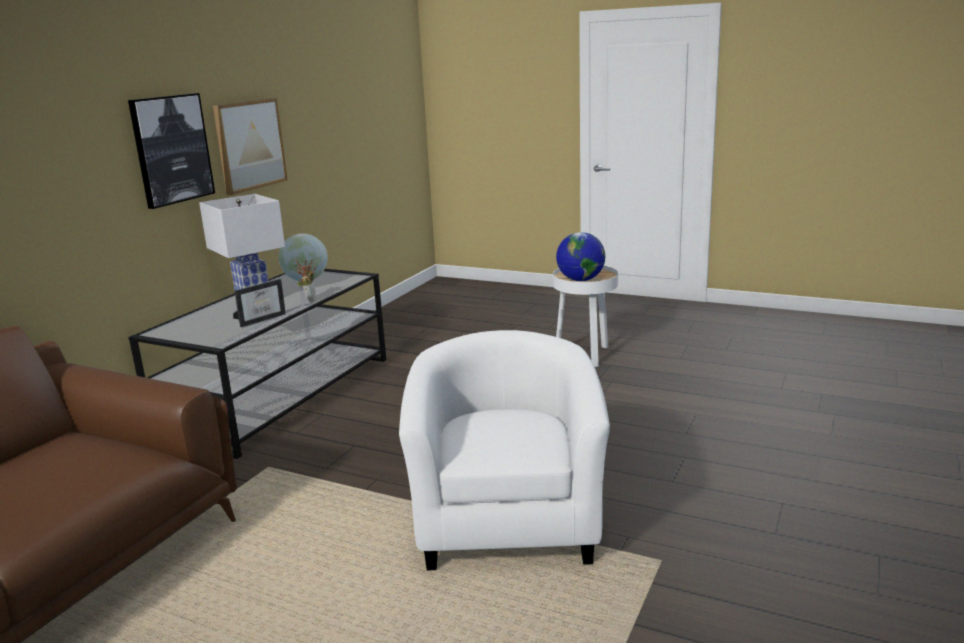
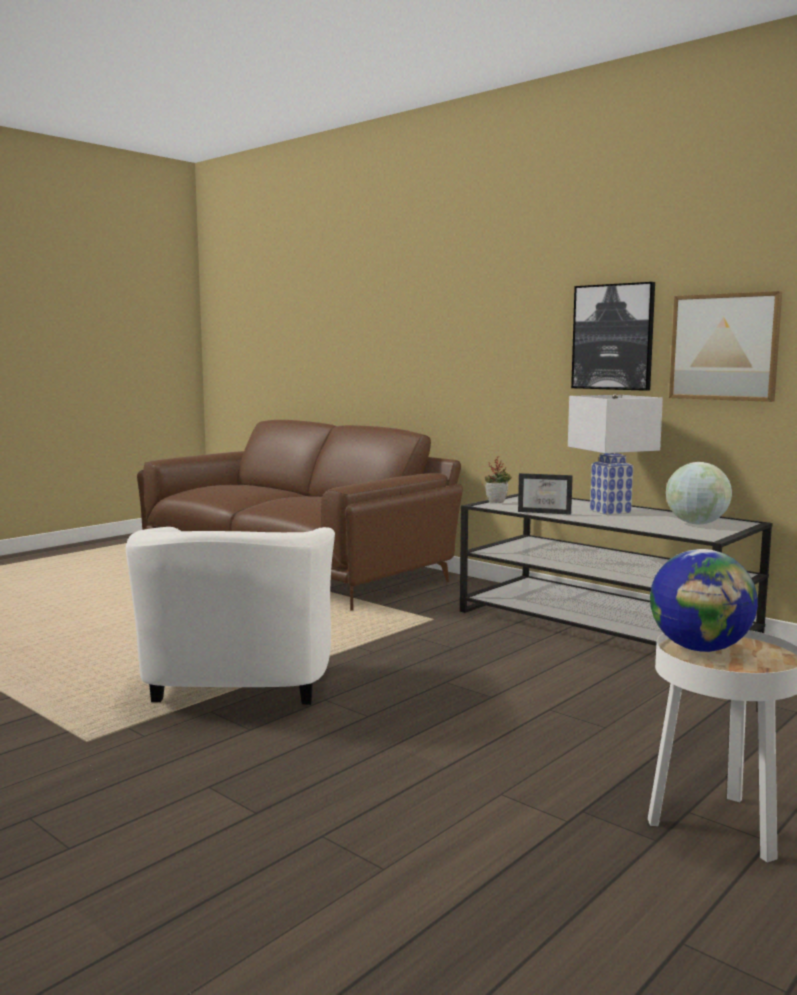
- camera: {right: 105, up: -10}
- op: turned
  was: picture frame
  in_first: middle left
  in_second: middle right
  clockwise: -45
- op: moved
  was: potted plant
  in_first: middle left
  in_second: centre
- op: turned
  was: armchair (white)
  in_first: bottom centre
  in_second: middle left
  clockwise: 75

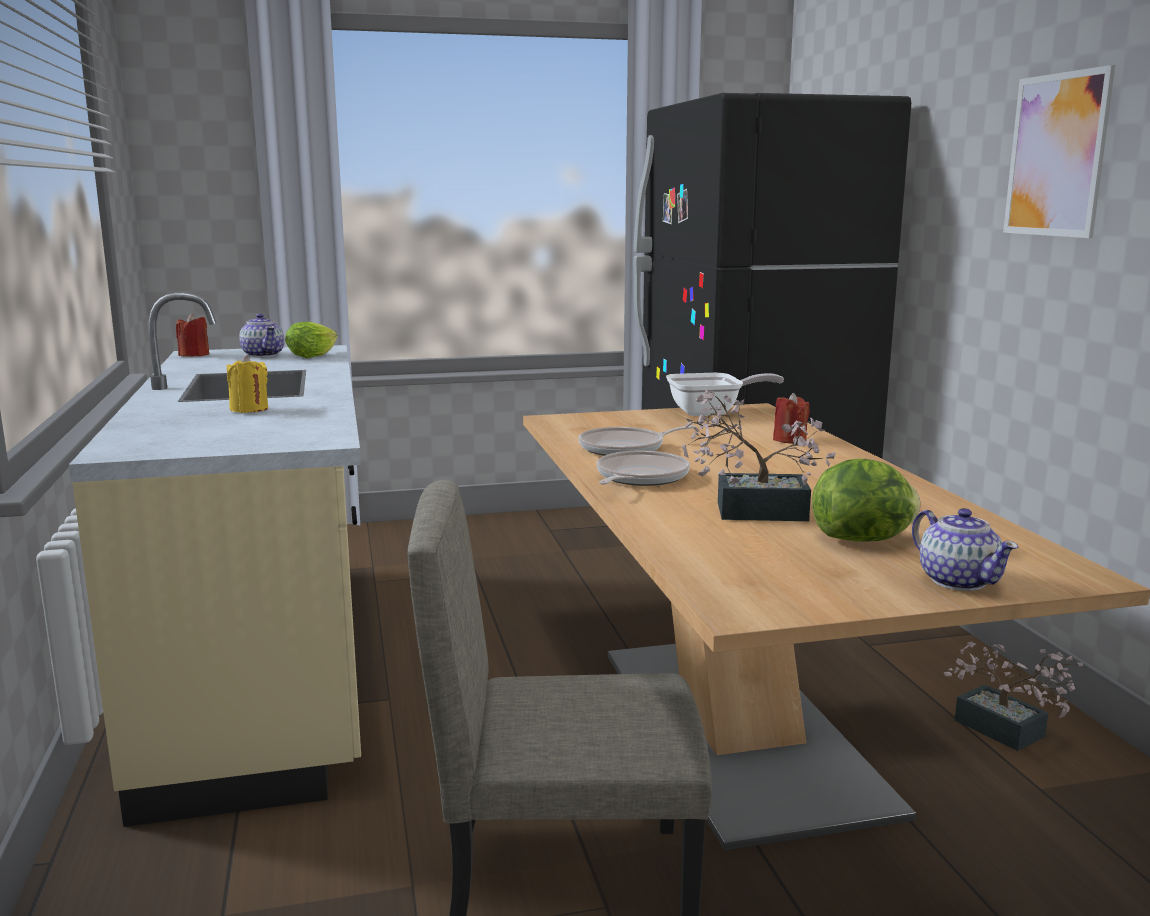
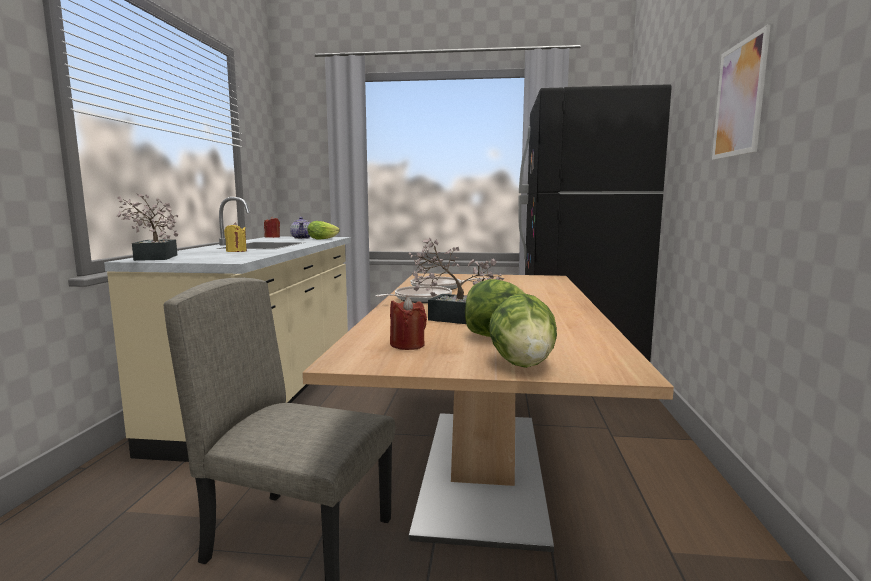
- camera: {right: 20, up: -5}
- op: removed
  was: frying pan (3rd from left)
  in_first: centre
- op: moved
  was: candle (red) (2nd from left)
  in_first: middle right
  in_second: centre
- op: replaced
  was: teapot (2nd from left)
  now: lettuce (3rd from left)
  in_first: middle right
  in_second: centre
- op: moved
  was: potted plant (2nd from left in the first image)
  now: potted plant (1st from left)
  in_first: bottom right
  in_second: middle left

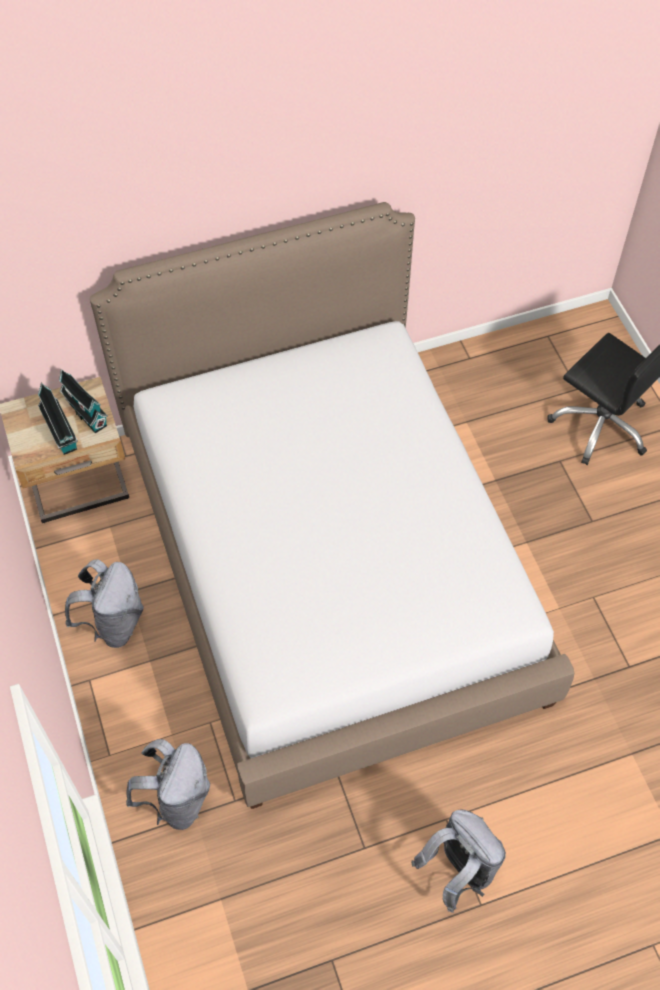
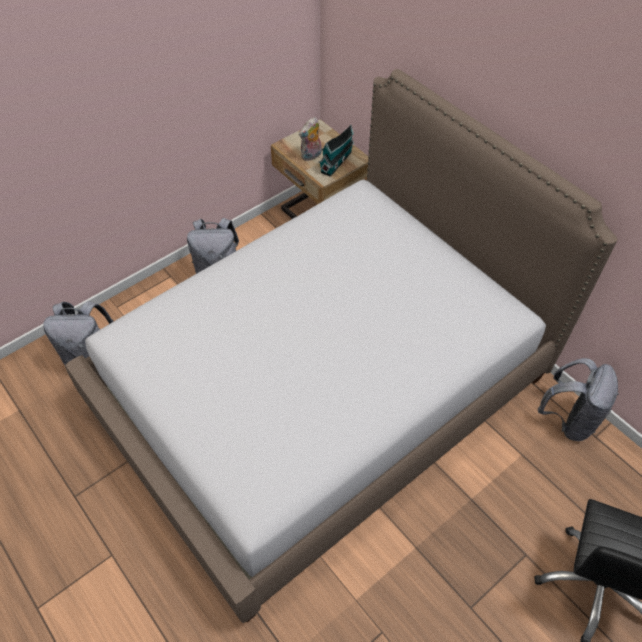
- camera: {right: 70, up: -5}
- op: replaced
  was: toy house (1st from left)
  now: plush toy
  in_first: middle left
  in_second: top centre
- op: moved
  was: backpack (grey) (3rd from left)
  in_first: bottom right
  in_second: middle right

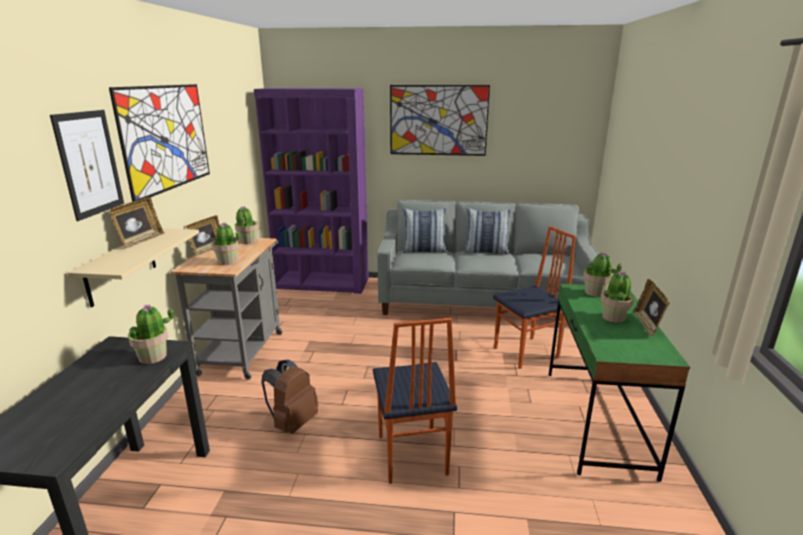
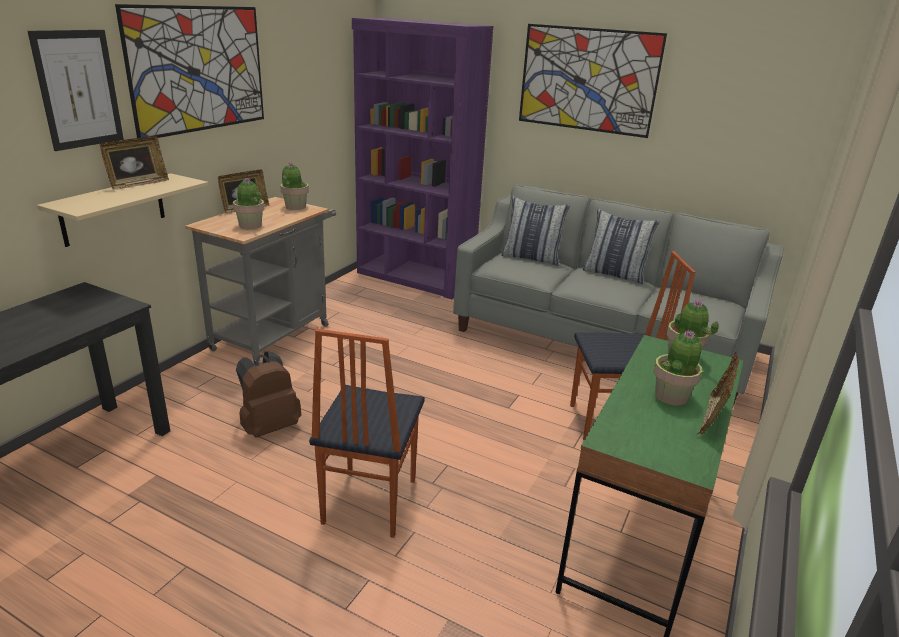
- camera: {right: 20, up: 5}
- op: removed
  was: potted plant (1st from left)
  in_first: middle left

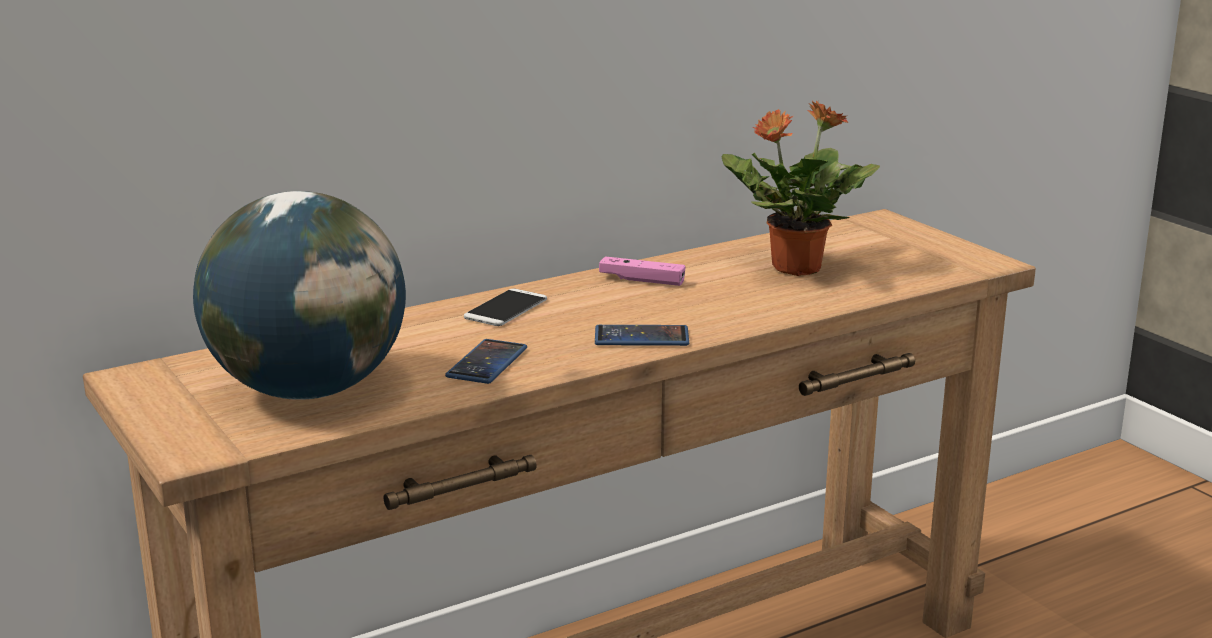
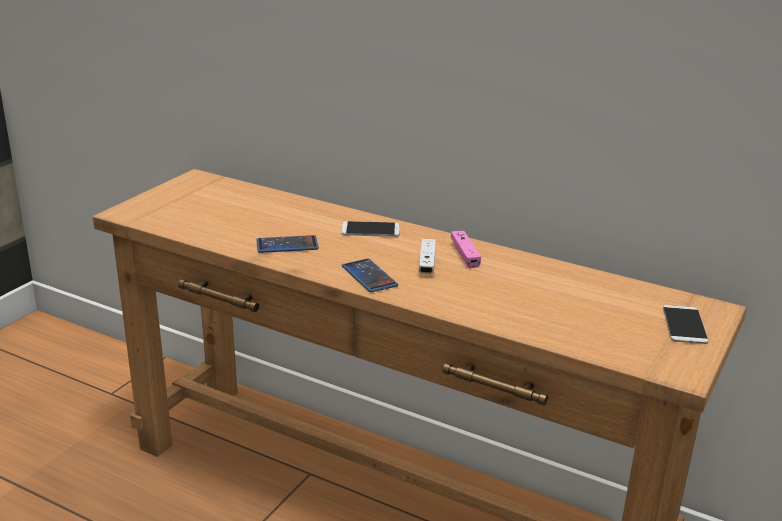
- camera: {right: 60, up: 5}
- op: removed
  was: globe
  in_first: middle left
- op: removed
  was: potted plant
  in_first: top centre
- op: added
  now: game controller (white)
  in_second: centre
- op: added
  now: phone (4th from left)
  in_second: middle right

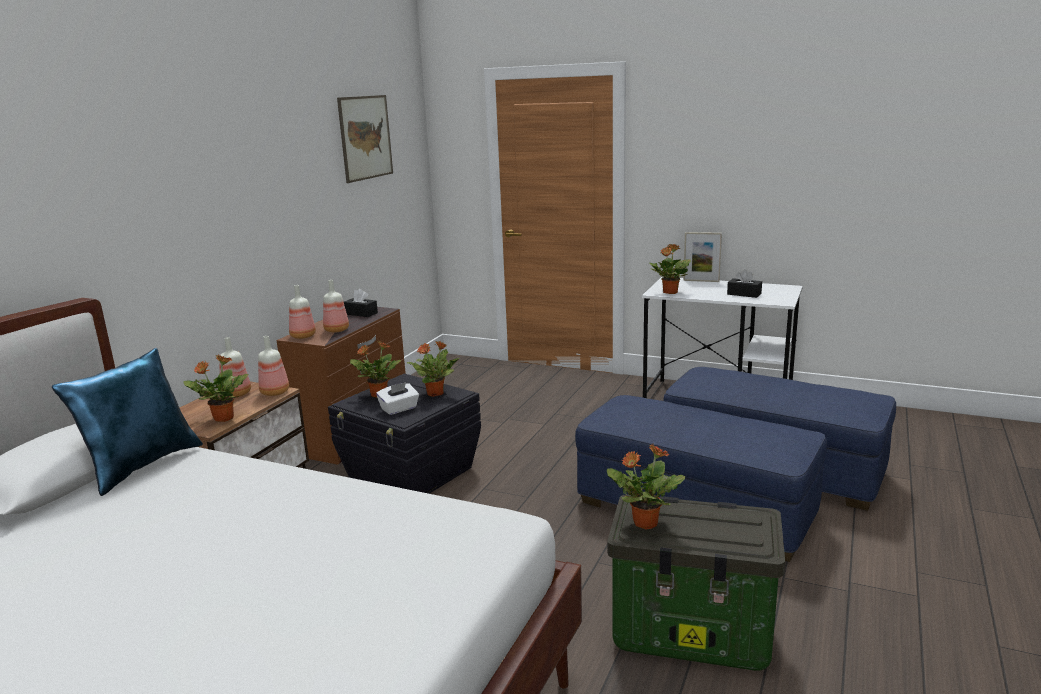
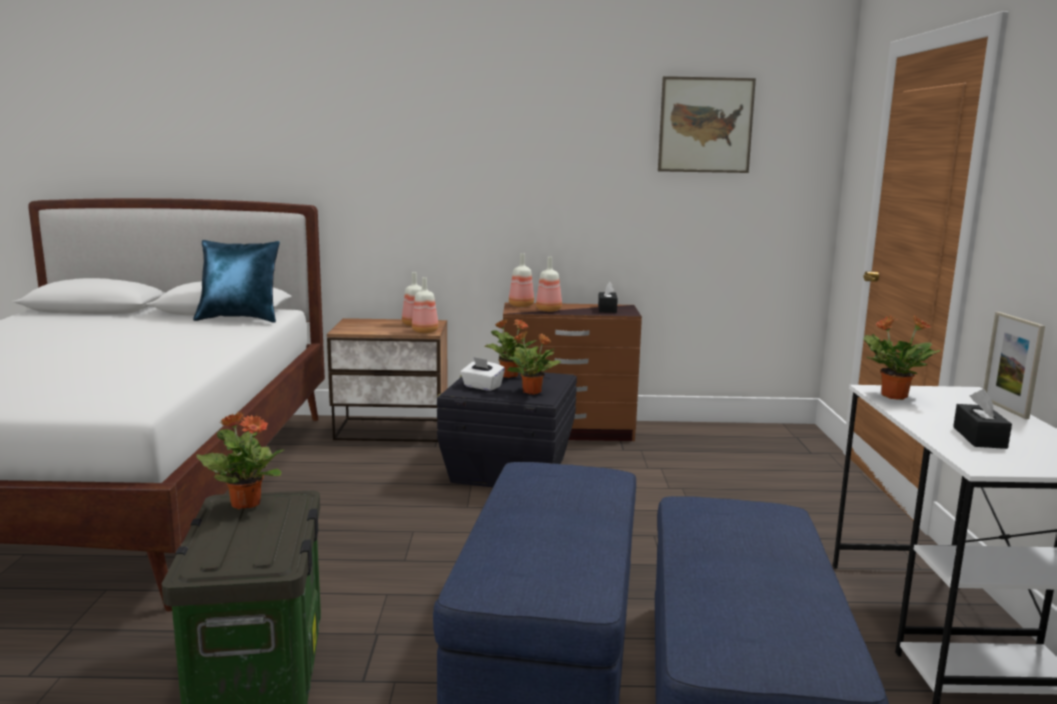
- camera: {right: 65, up: -5}
- op: removed
  was: potted plant (1st from left)
  in_first: middle left

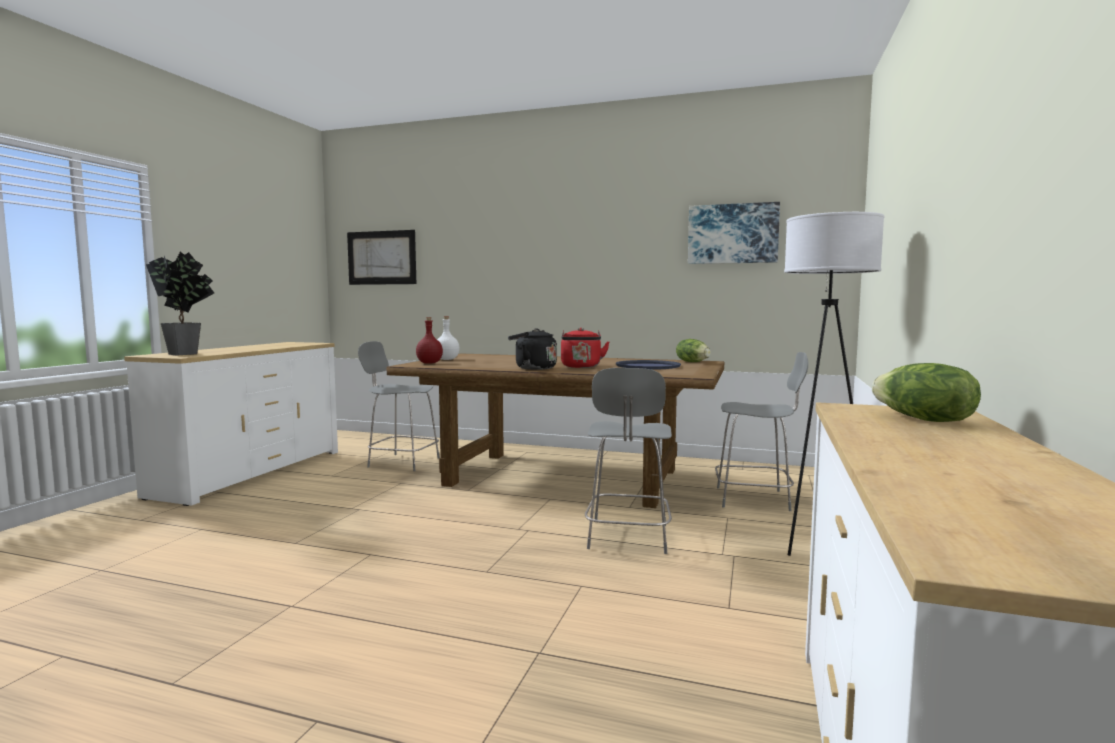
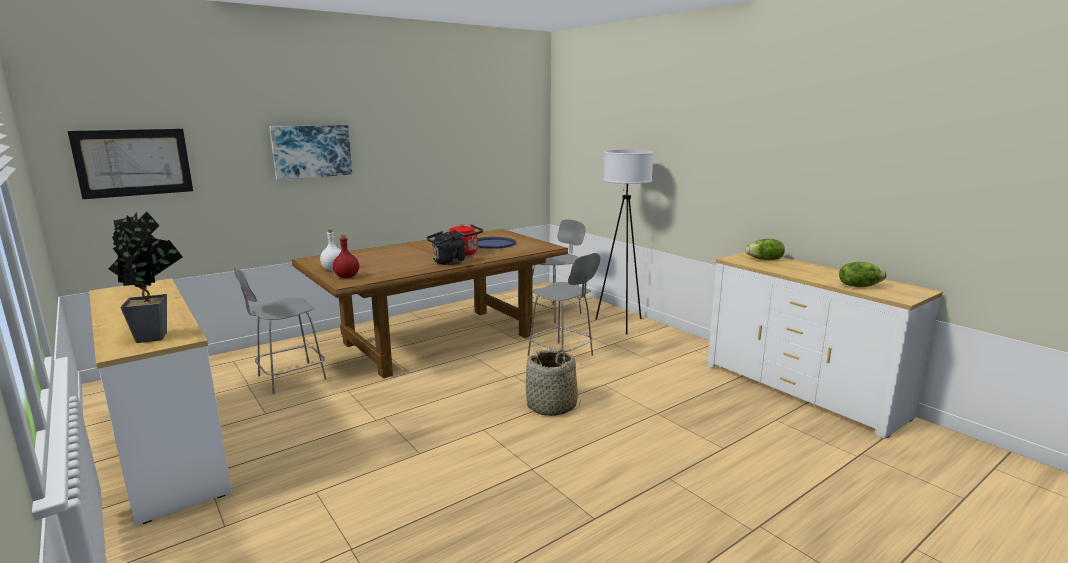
- camera: {right: -55, up: 10}
- op: moved
  was: lettuce (1st from left in the first image)
  now: lettuce (2nd from left)
  in_first: centre
  in_second: middle right
- op: moved
  was: picture (2nd from left)
  in_first: top centre
  in_second: top left
- op: added
  now: basket
  in_second: bottom centre

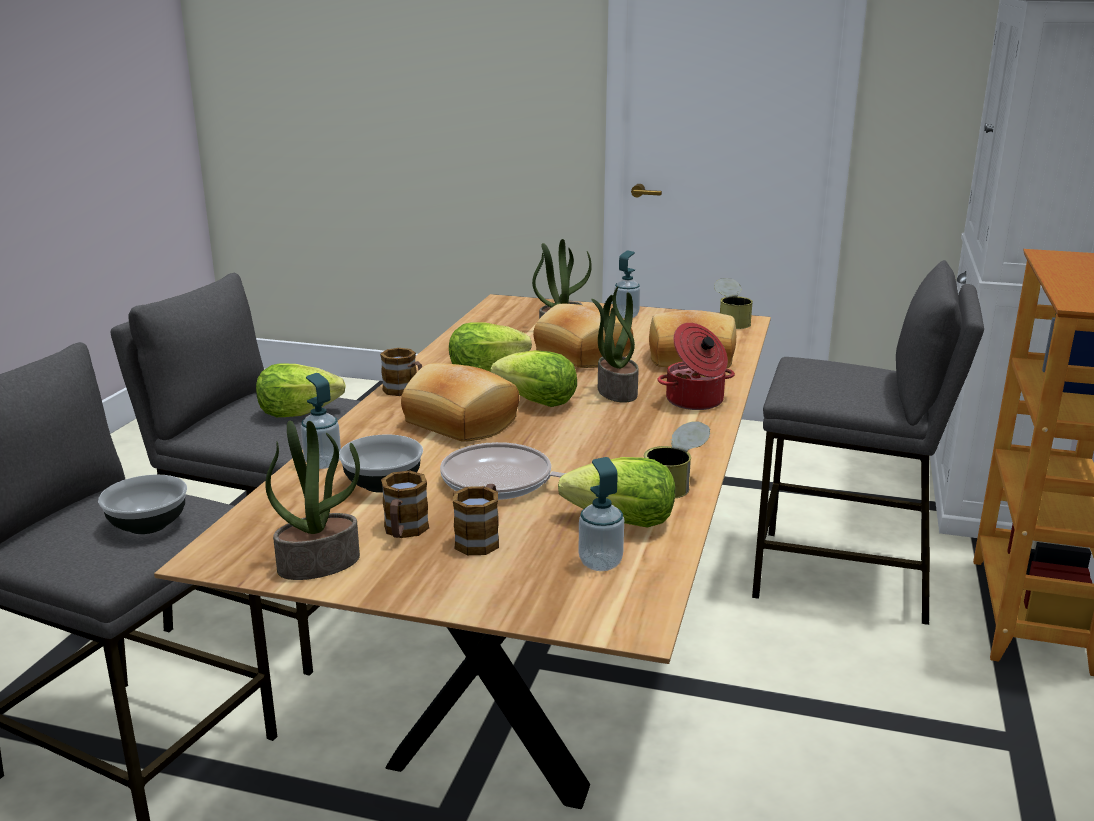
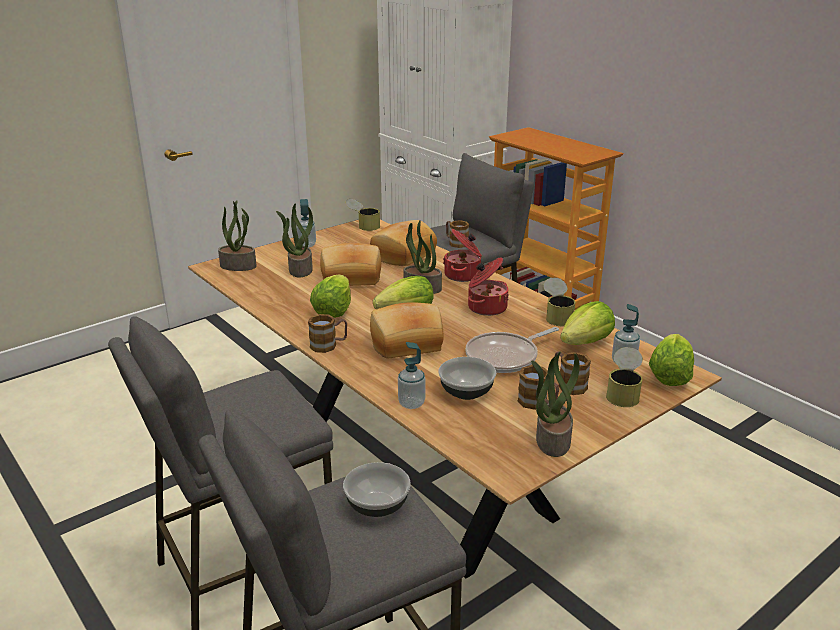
- camera: {right: -55, up: 5}
- op: moved
  was: lettuce (1st from left in the first image)
  now: lettuce (4th from left)
  in_first: middle left
  in_second: middle right
- op: added
  now: potted plant (1st from left)
  in_second: middle left
- op: added
  now: mug (2nd from left)
  in_second: centre
- op: added
  now: cooking pot (2nd from left)
  in_second: centre
- op: added
  now: can (3rd from left)
  in_second: middle right

